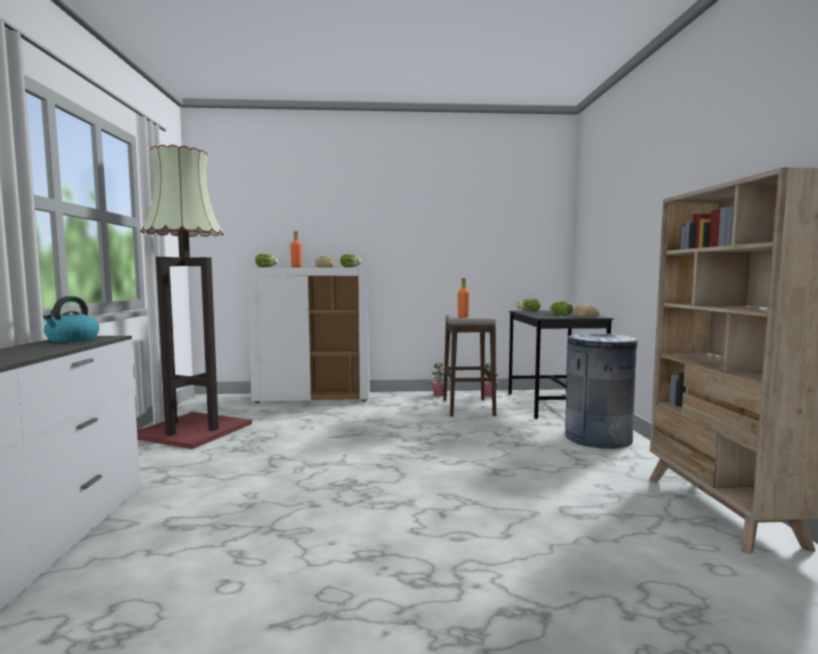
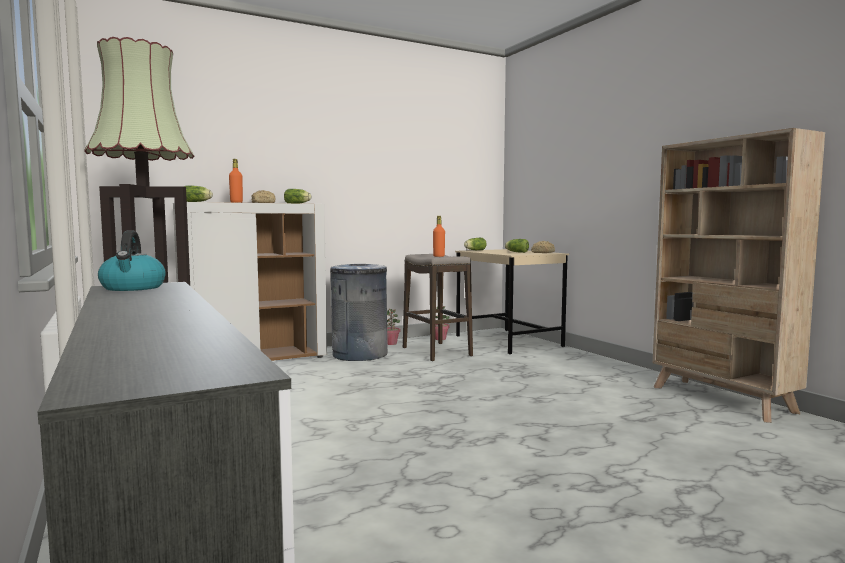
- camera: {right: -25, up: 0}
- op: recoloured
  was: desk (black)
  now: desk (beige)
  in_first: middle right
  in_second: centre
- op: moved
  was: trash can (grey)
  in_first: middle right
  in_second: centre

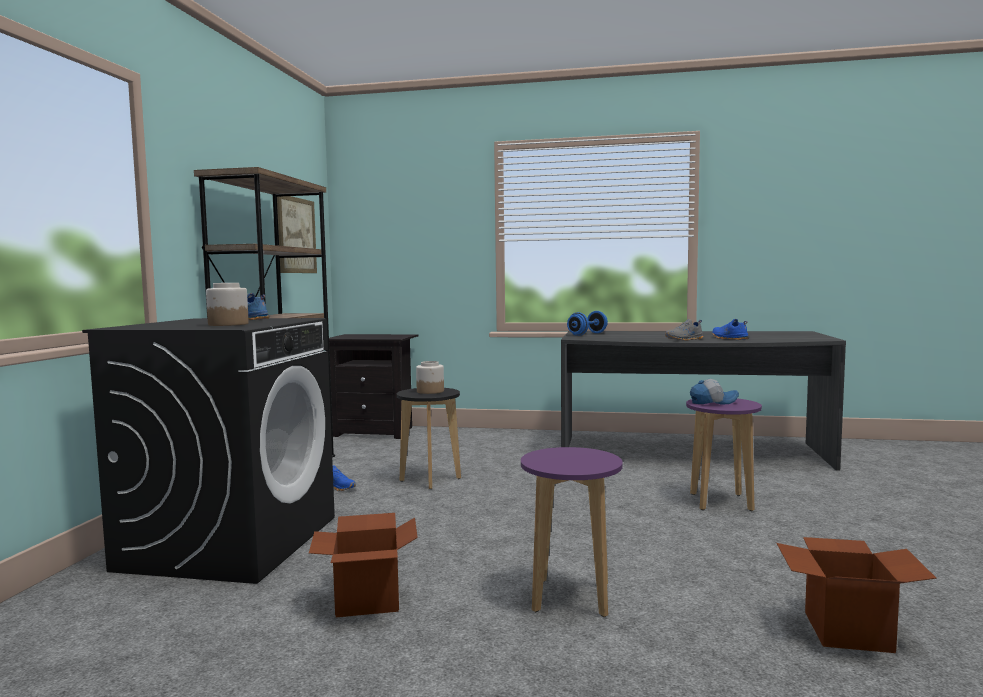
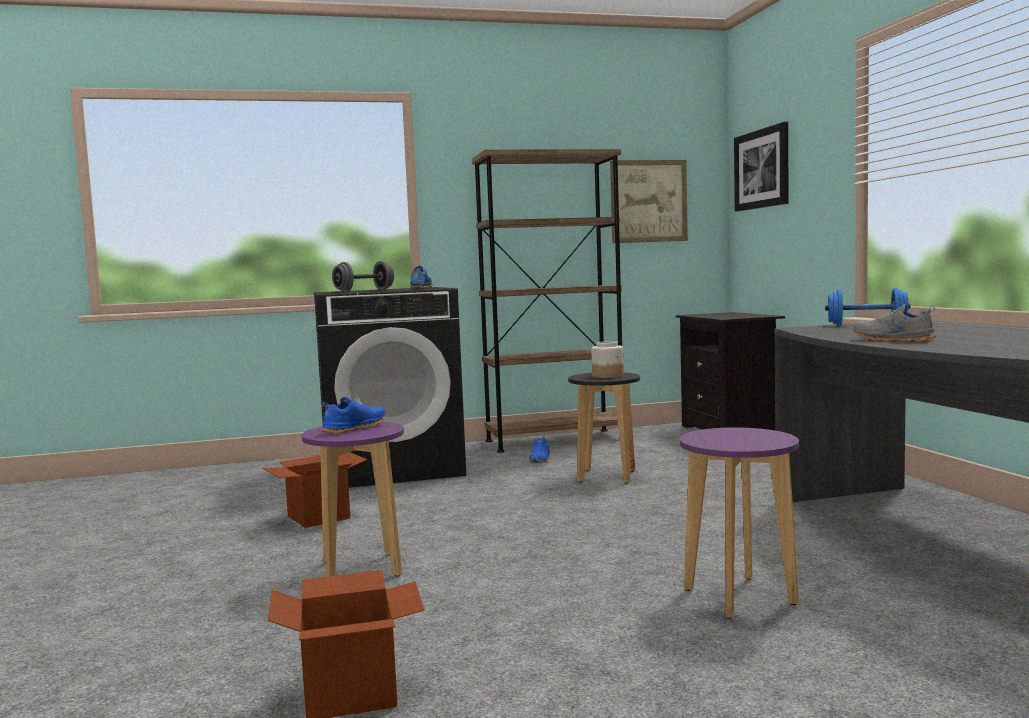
- camera: {right: 65, up: 0}
- op: replaced
  was: jar (1st from left)
  now: dumbbell (grey)
  in_first: middle left
  in_second: centre
- op: removed
  was: cap
  in_first: middle right
- op: moved
  was: shoe (blue) (3rd from left in the first image)
  now: shoe (blue) (1st from left)
  in_first: middle right
  in_second: centre
- op: added
  now: picture (2nd from left)
  in_second: top right

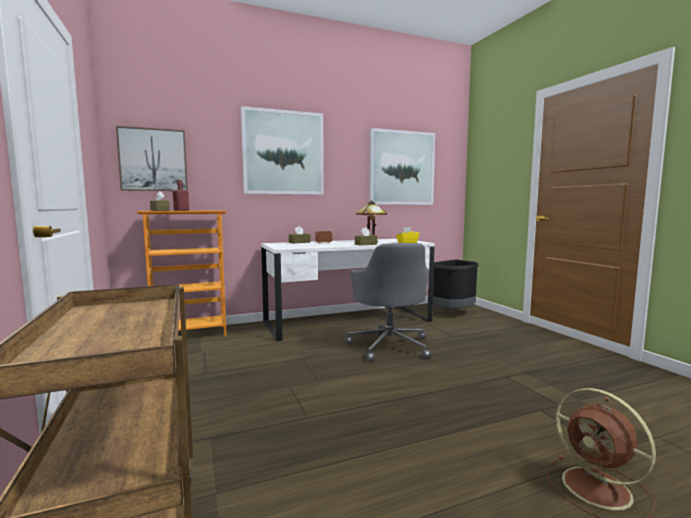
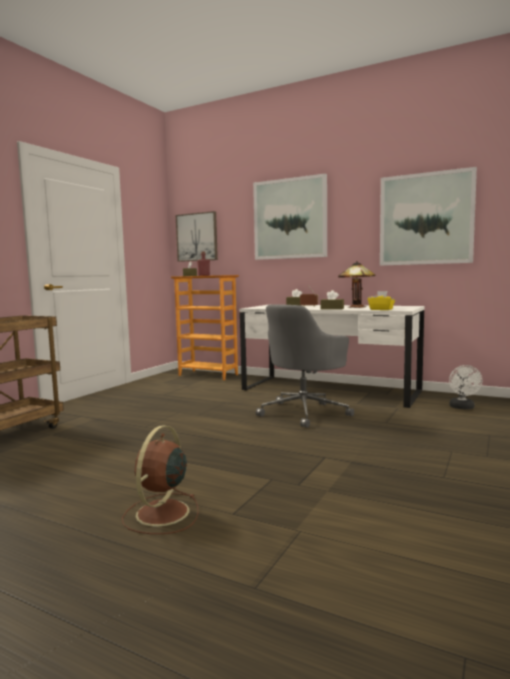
- camera: {right: 50, up: 0}
- op: replaced
  was: trash can (black)
  now: fan (white)
  in_first: centre
  in_second: middle right

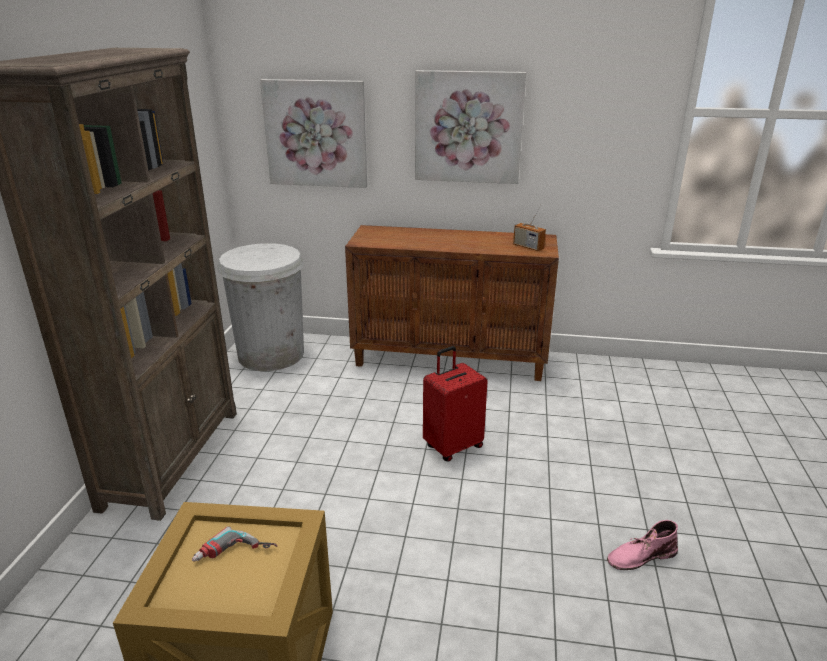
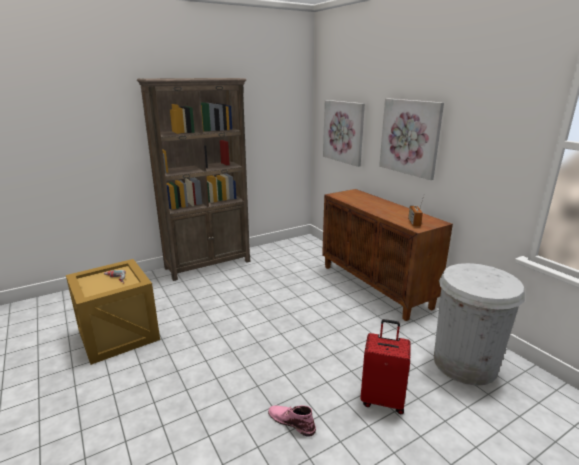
- camera: {right: 50, up: -5}
- op: moved
  was: trash can (white)
  in_first: middle left
  in_second: bottom right
- op: moved
  was: suitcase (red)
  in_first: centre
  in_second: bottom centre

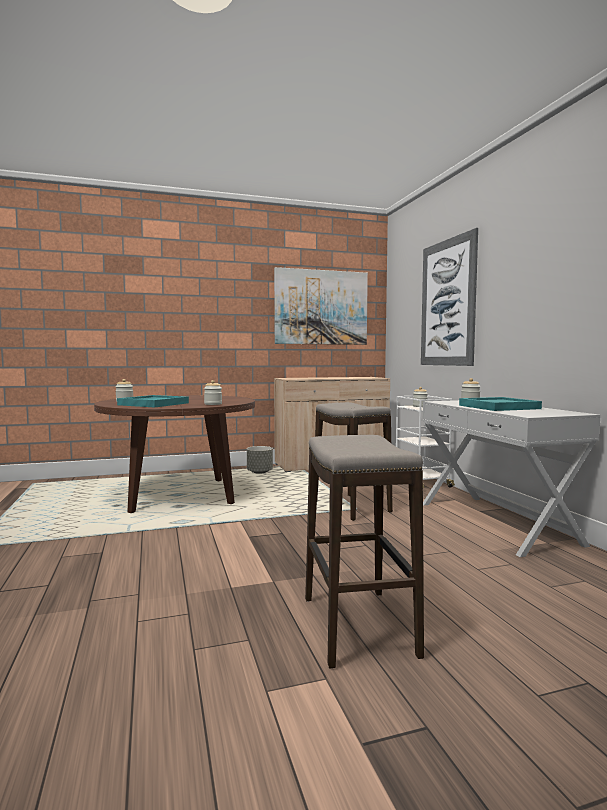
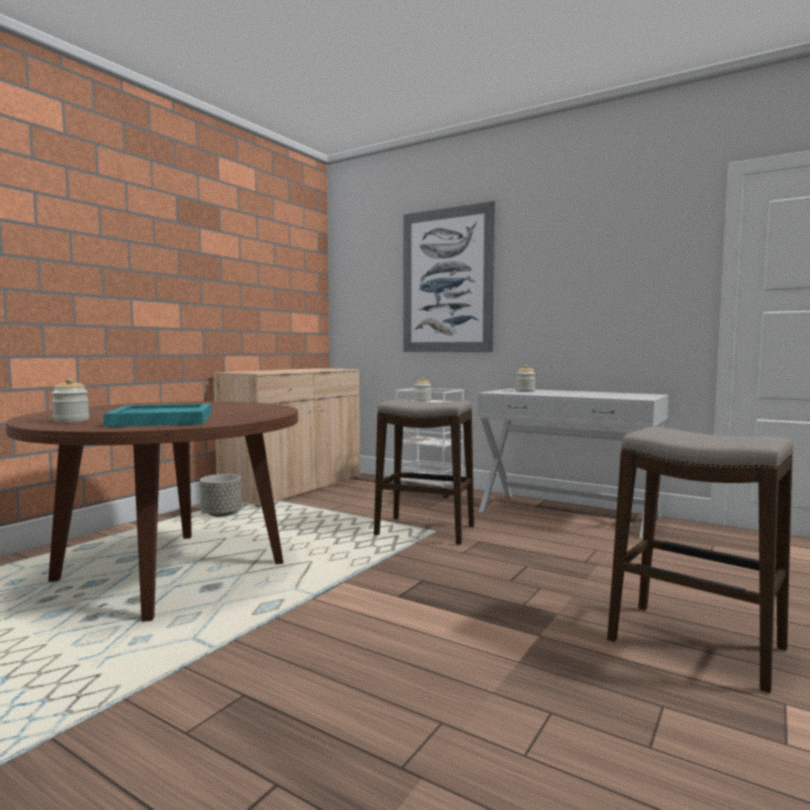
- camera: {right: -40, up: 0}
- op: removed
  was: jar (2nd from left)
  in_first: centre
- op: removed
  was: picture (1st from left)
  in_first: centre
- op: removed
  was: tray (turquoise) (2nd from left)
  in_first: middle right

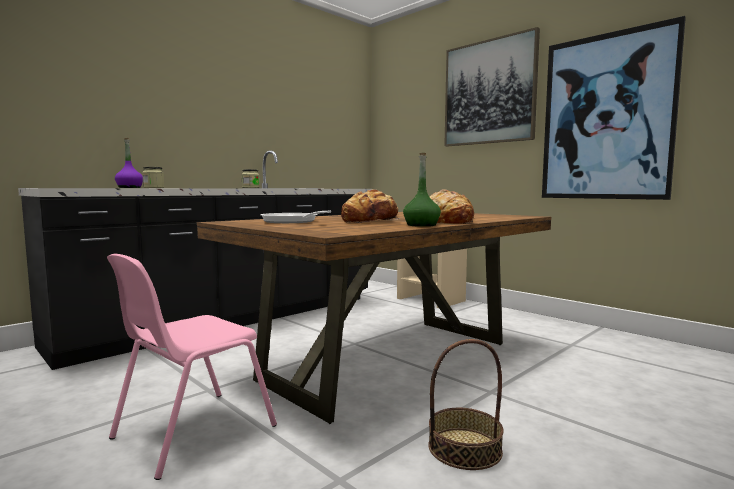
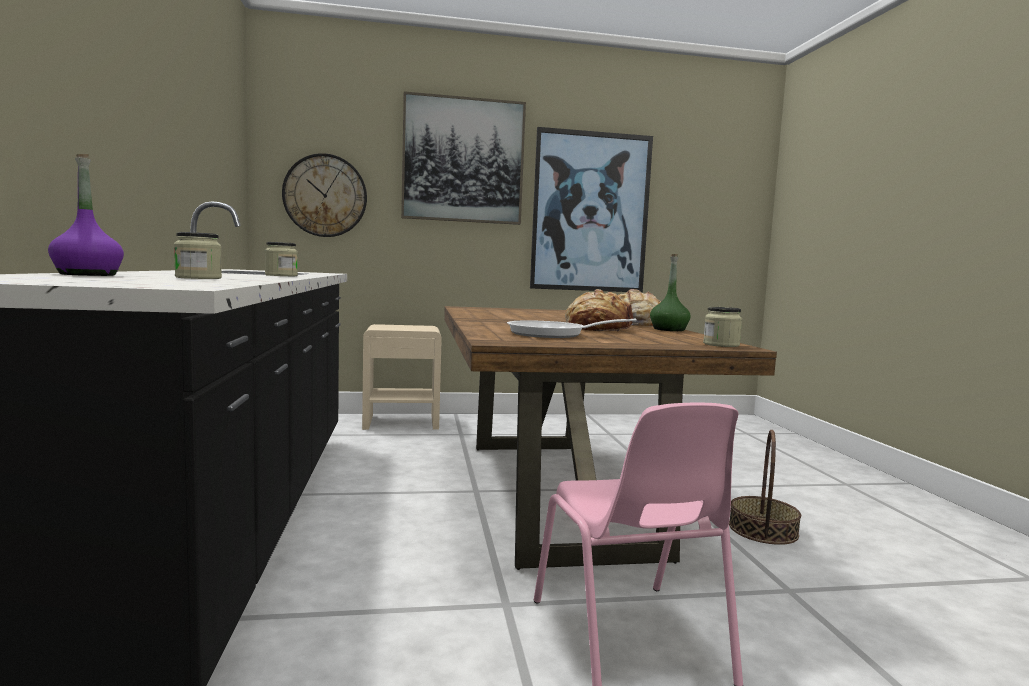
- camera: {right: -55, up: 0}
- op: added
  now: wall clock
  in_second: top left
- op: added
  now: jar (3rd from left)
  in_second: middle right

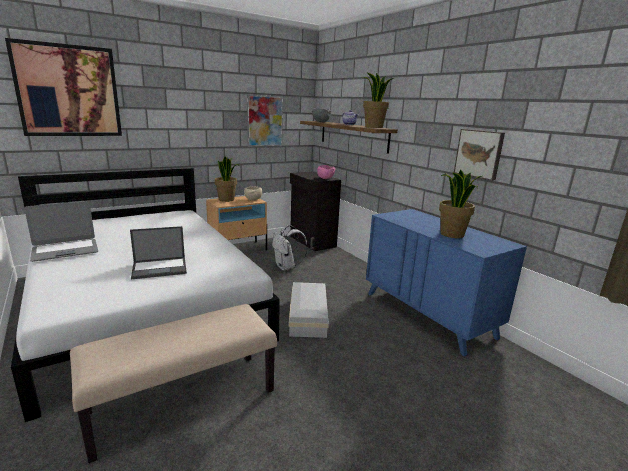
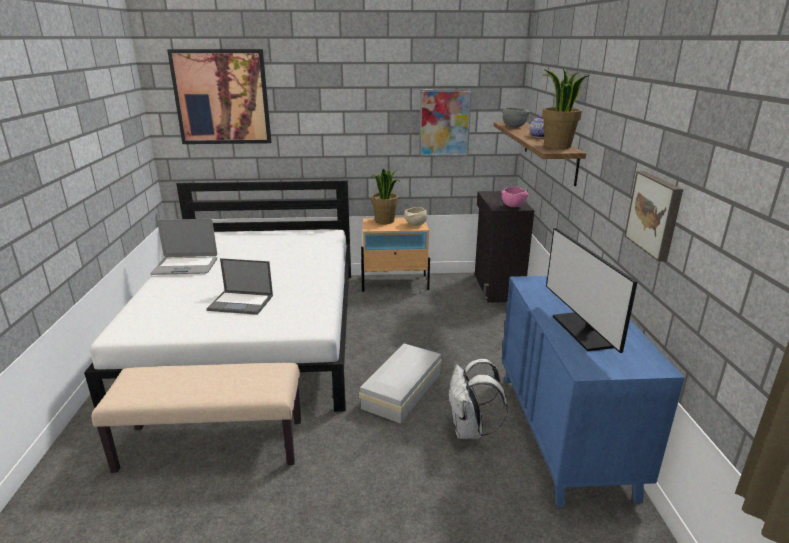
- camera: {right: 30, up: 5}
- op: moved
  was: backpack (white)
  in_first: centre
  in_second: bottom centre
- op: replaced
  was: potted plant (3rd from left)
  now: monitor
  in_first: middle right
  in_second: middle right

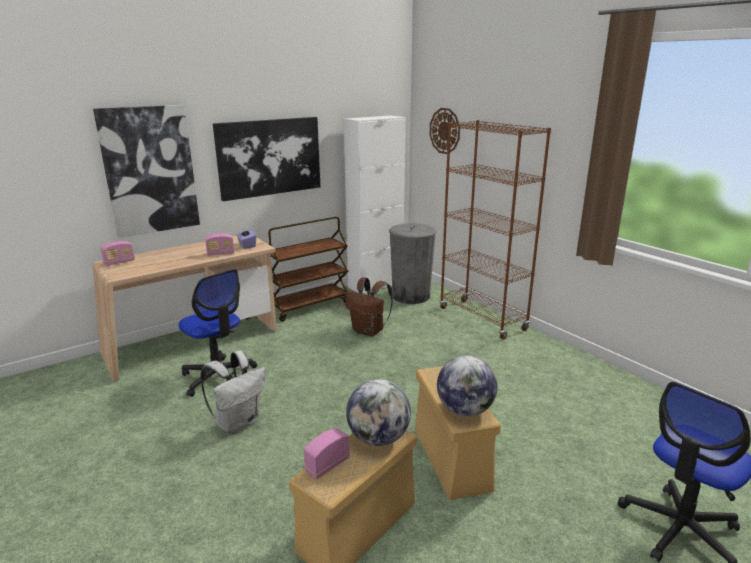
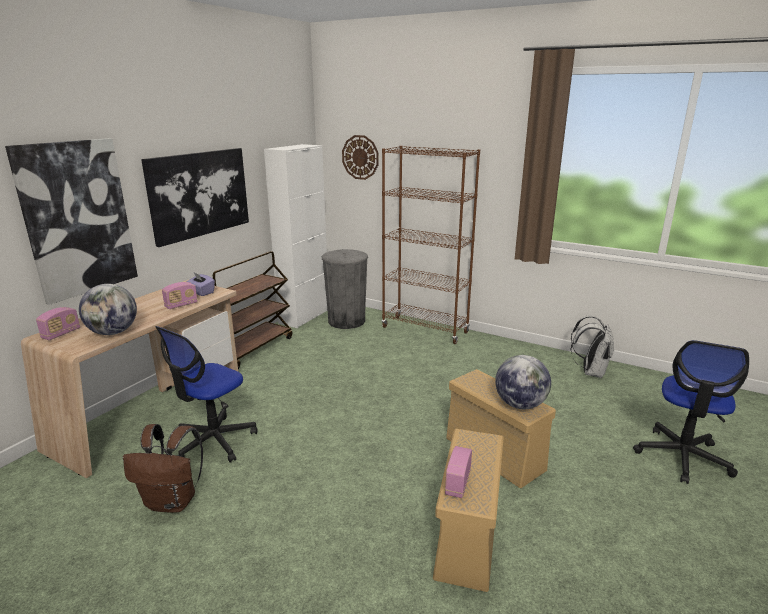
- camera: {right: -25, up: 0}
- op: turned
  was: office chair (1st from left)
  in_first: middle left
  in_second: middle left
  clockwise: 105
- op: moved
  was: backpack (white)
  in_first: bottom left
  in_second: middle right
- op: moved
  was: backpack (brown)
  in_first: centre
  in_second: bottom left
- op: moved
  was: globe (1st from left)
  in_first: bottom centre
  in_second: middle left

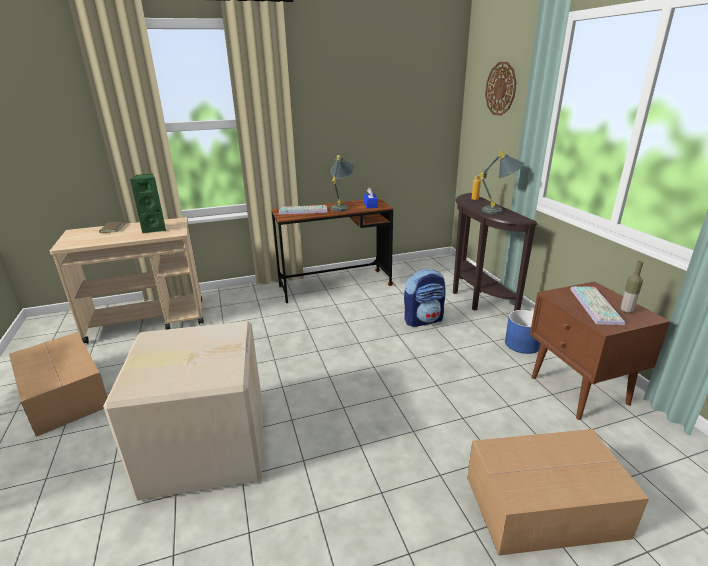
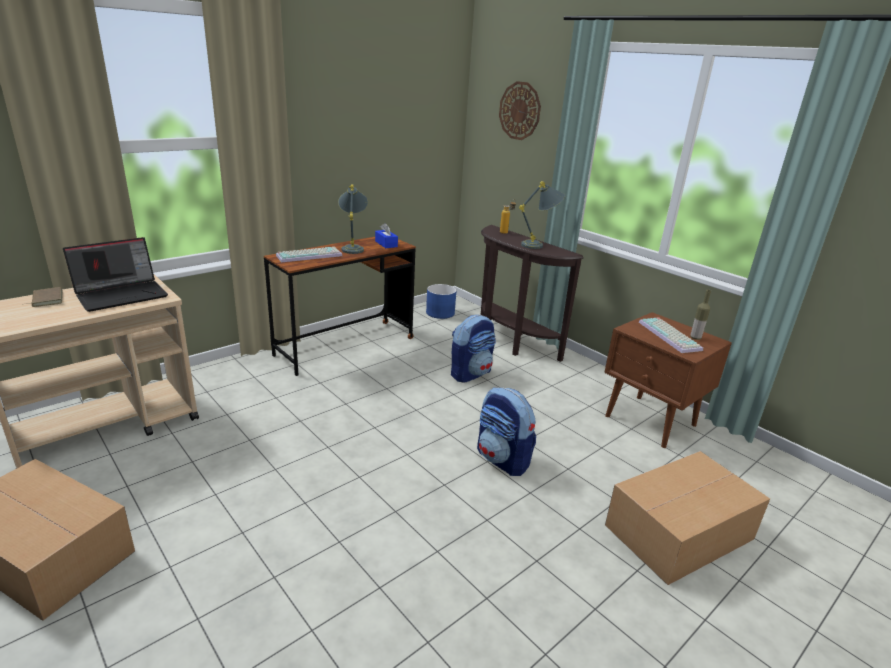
- camera: {right: -25, up: 0}
- op: removed
  was: cardboard box (2nd from left)
  in_first: bottom left
- op: replaced
  was: speaker (green)
  now: laptop
  in_first: middle left
  in_second: middle left
- op: moved
  was: planter (blue)
  in_first: middle right
  in_second: centre
- op: added
  now: backpack (2nd from left)
  in_second: centre

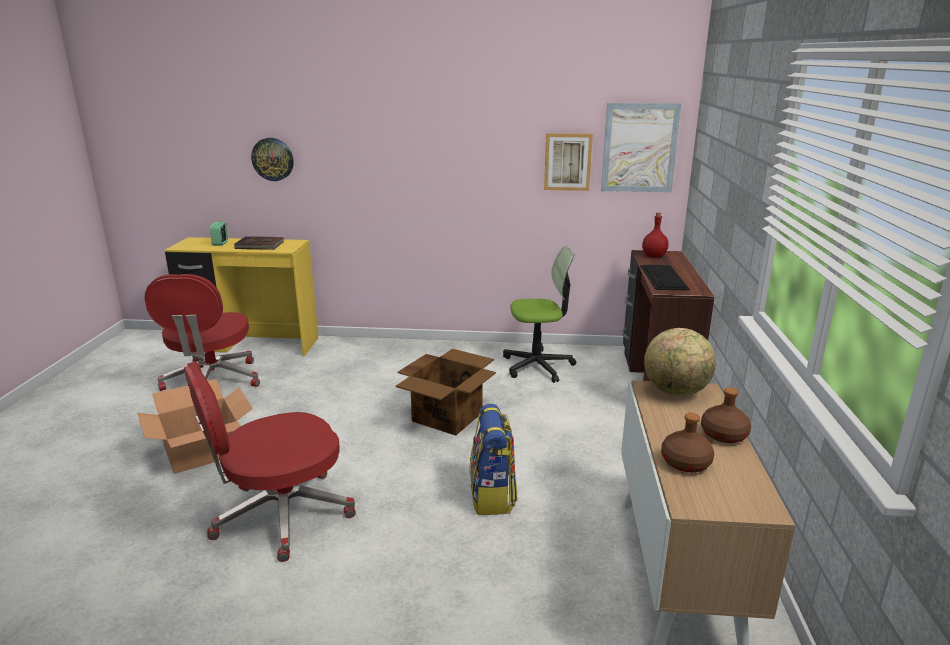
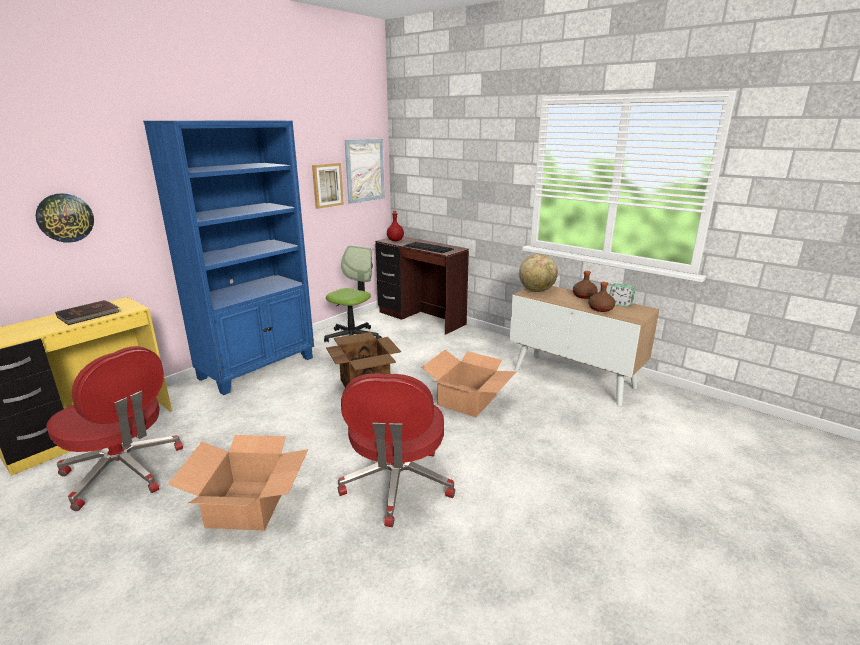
- camera: {right: -55, up: 0}
- op: moved
  was: alarm clock
  in_first: middle left
  in_second: middle right
- op: replaced
  was: backpack
  now: cardboard box (3rd from left)
  in_first: bottom centre
  in_second: centre
- op: added
  now: bookcase (blue)
  in_second: middle left

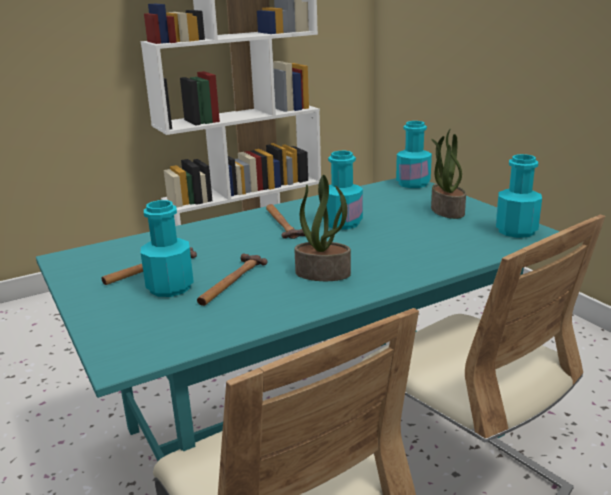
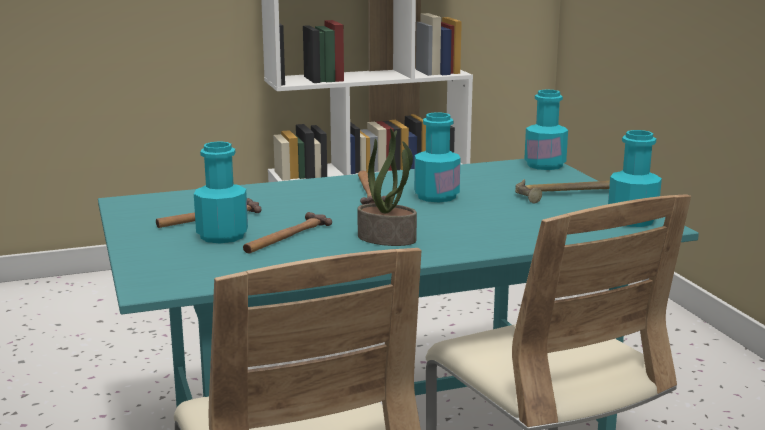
- camera: {right: 10, up: -5}
- op: replaced
  was: potted plant (2nd from left)
  now: hammer (4th from left)
  in_first: middle right
  in_second: middle right

